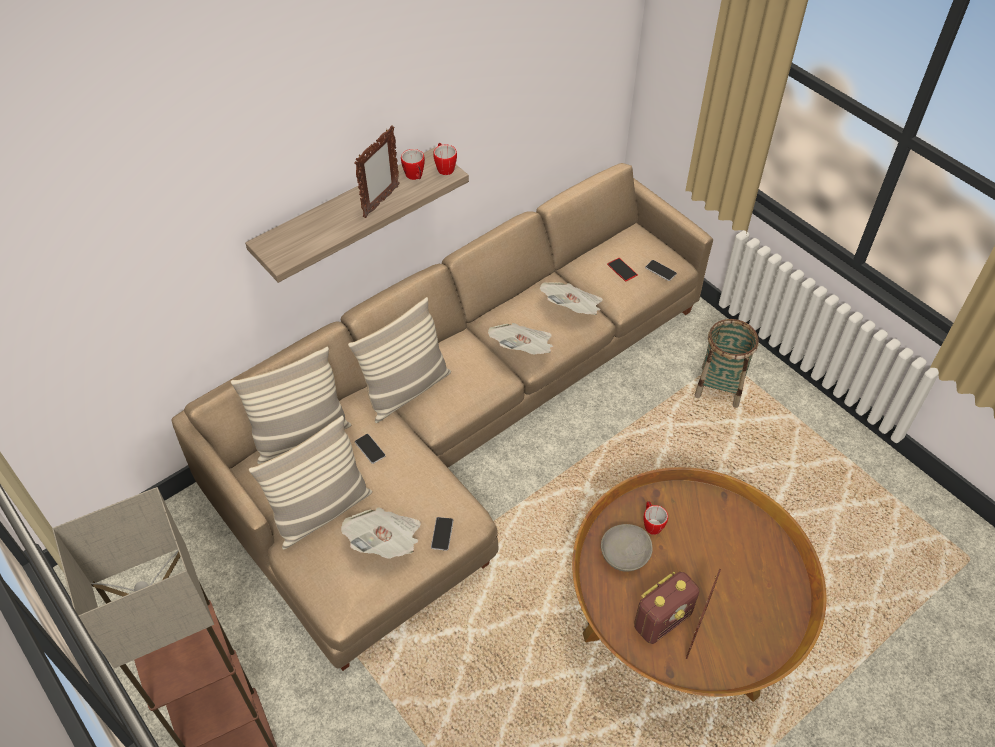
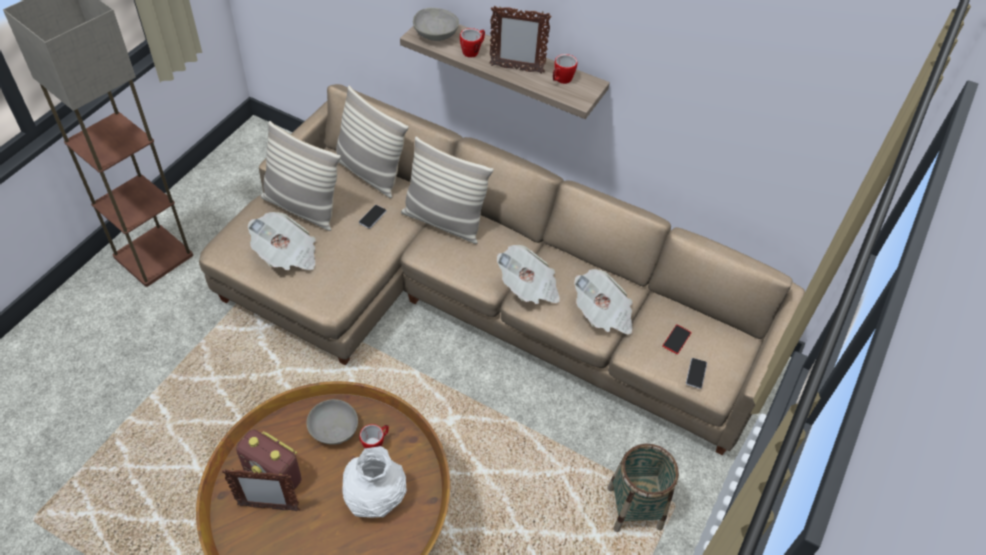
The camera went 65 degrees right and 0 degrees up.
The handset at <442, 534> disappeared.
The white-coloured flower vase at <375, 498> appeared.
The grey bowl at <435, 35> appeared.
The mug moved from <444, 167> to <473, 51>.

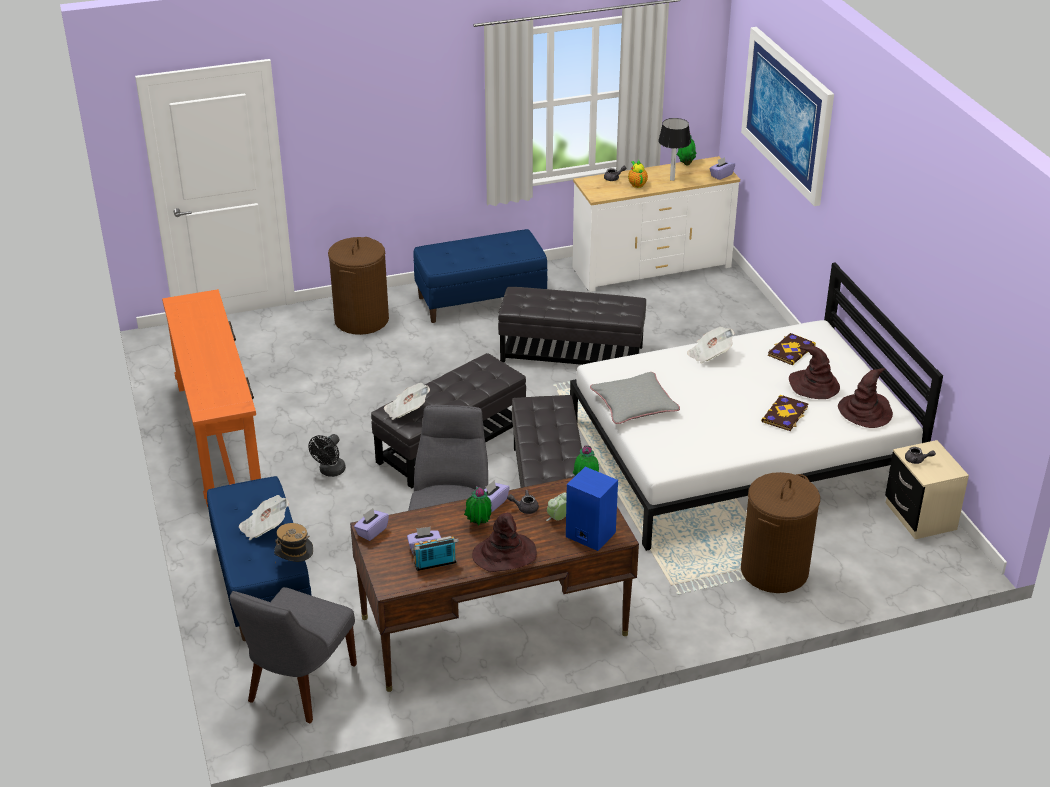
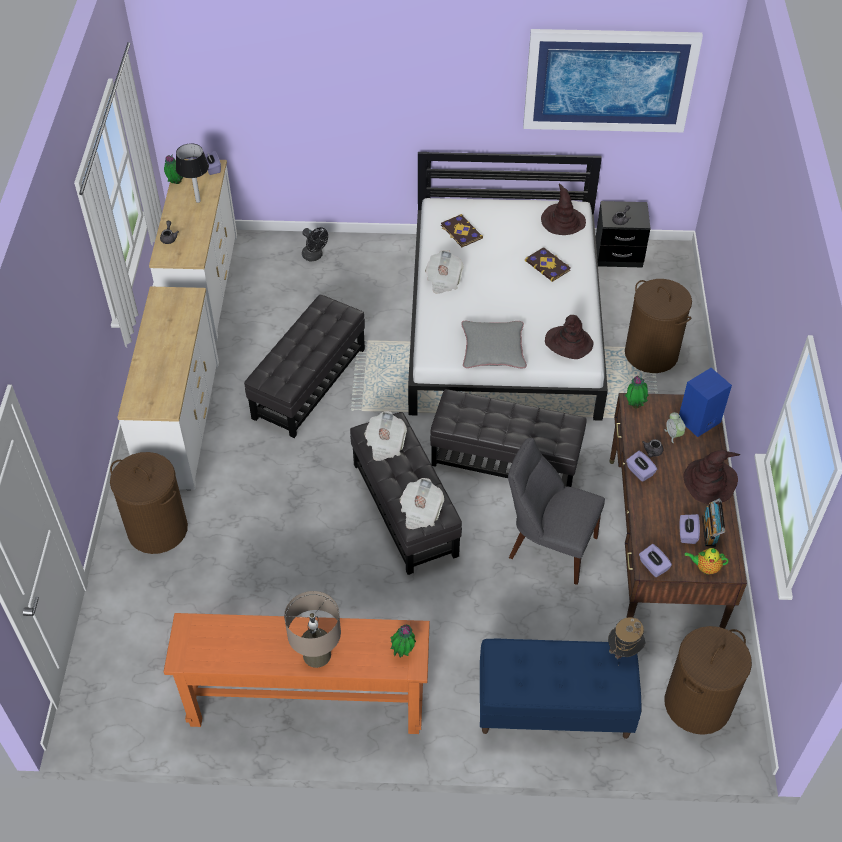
The camera went 70 degrees left and 15 degrees up.
The beige tabletop lamp at <317, 655> appeared.
The newspaper moved from <264, 528> to <385, 444>.
The blackish fan moved from <330, 472> to <314, 256>.
The houseplant moved from <478, 525> to <403, 652>.
The tea pot moved from <637, 184> to <705, 567>.
The wall picture moved from <787, 114> to <609, 80>.
The brown-coloured clothing hat moved from <814, 385> to <568, 343>.
The grey chair at <299, 686> was replaced by the brown-coloured washing basket at <697, 704>.
The blue long seat at <481, 300> was replaced by the white-coloured dresser at <180, 423>.
The beige night table at <920, 516> became the blackish night table at <618, 254>.

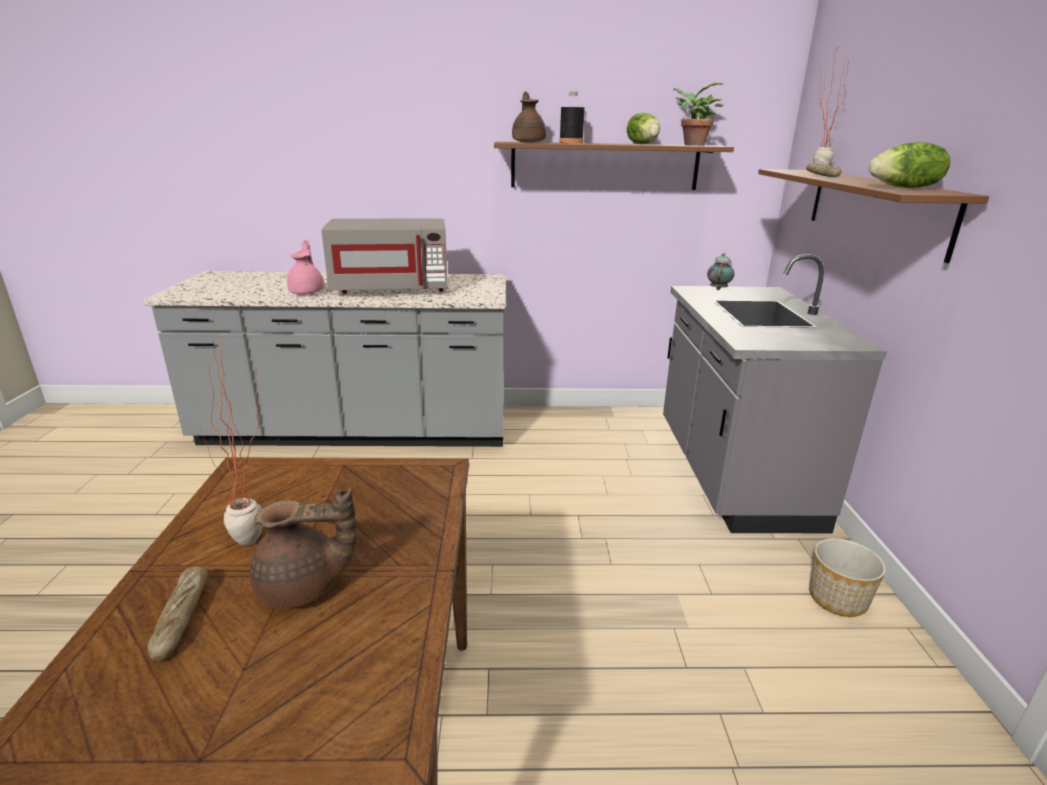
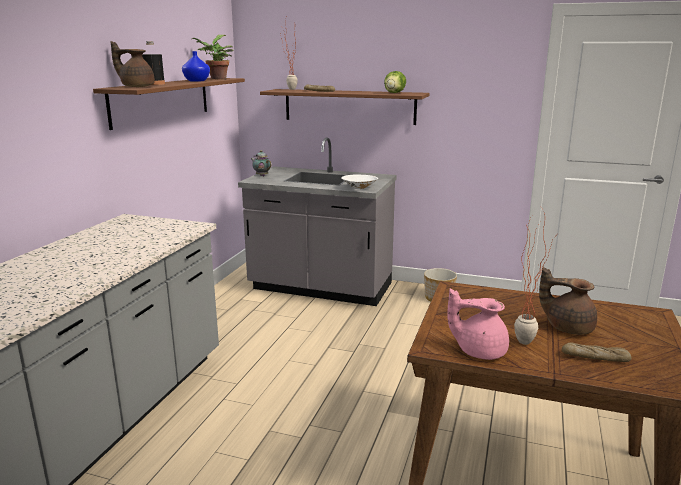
The camera went 70 degrees left and 5 degrees down.
The grey kitchen microwave at <391, 289> disappeared.
The white-coloured bowl at <359, 188> appeared.
The pink tea pot moved from <308, 292> to <479, 350>.
The lettuce at <643, 144> was replaced by the blue flower vase at <196, 81>.
The brown-coloured tea pot at <304, 588> turned 75 degrees counterclockwise.

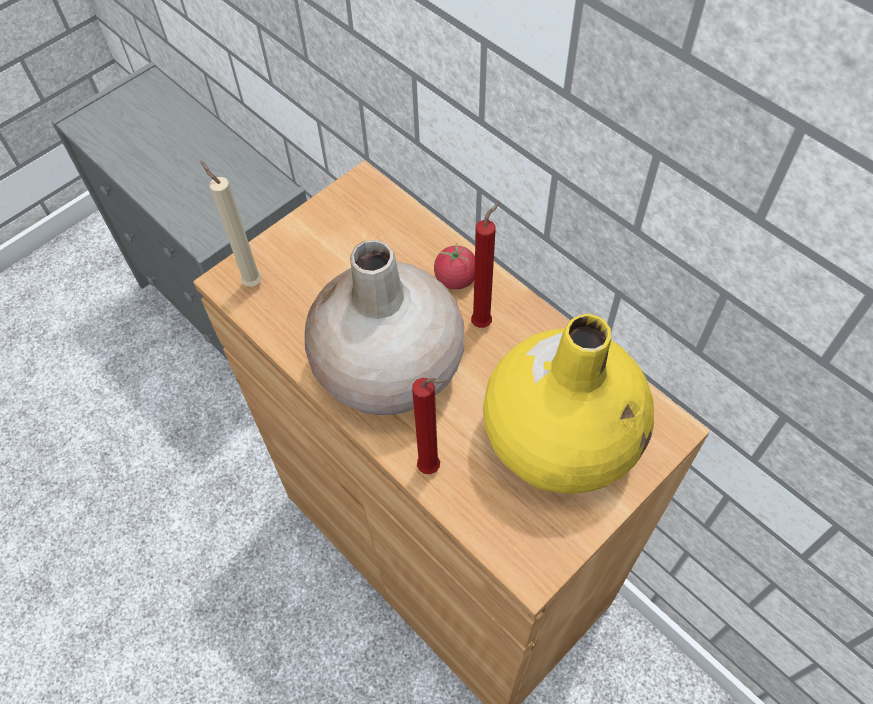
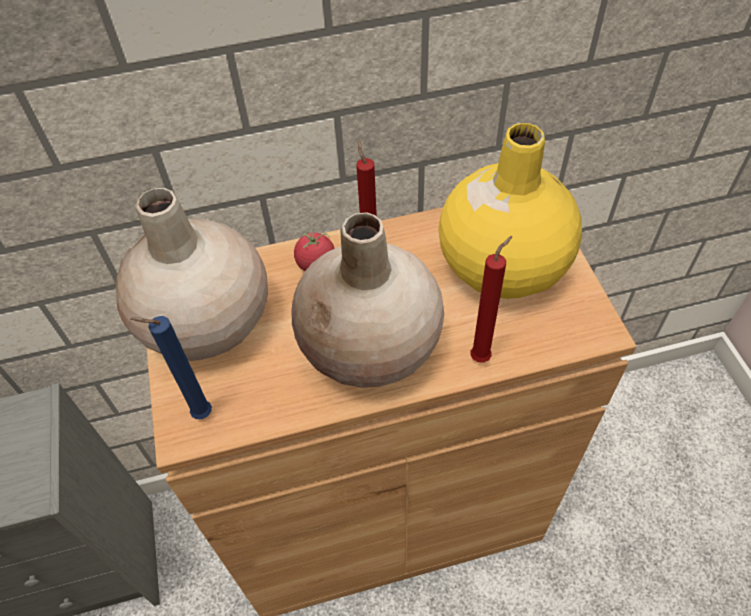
The camera went 60 degrees left and 5 degrees down.
The beige flower vase at <205, 322> appeared.
The beige candle at <251, 281> became the blue candle at <199, 415>.

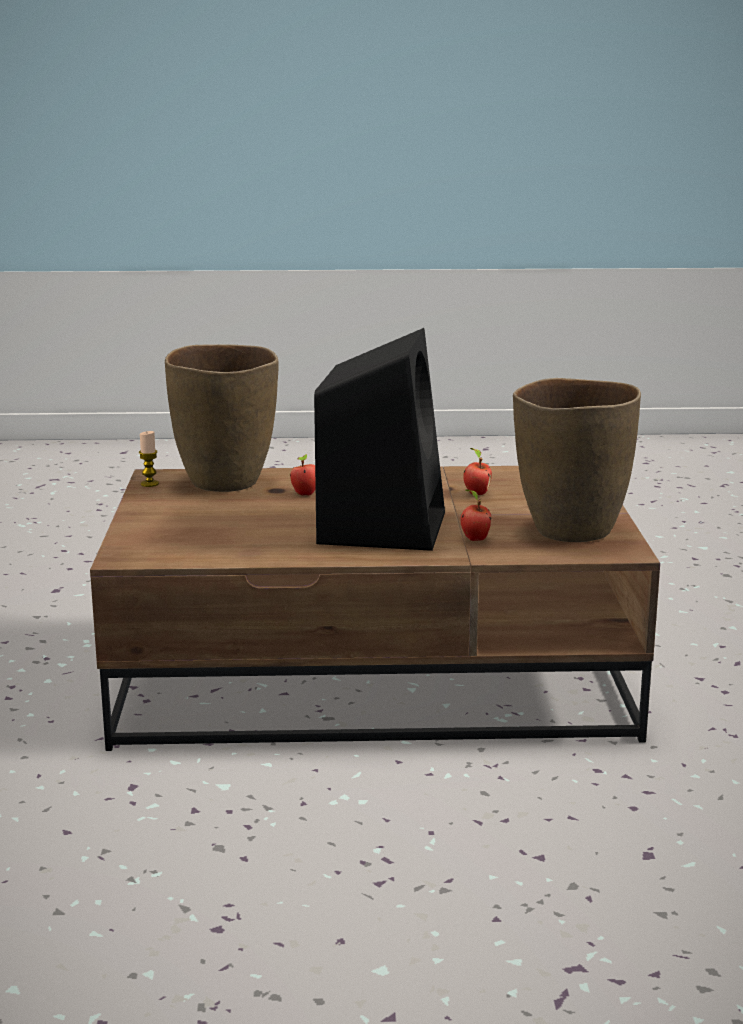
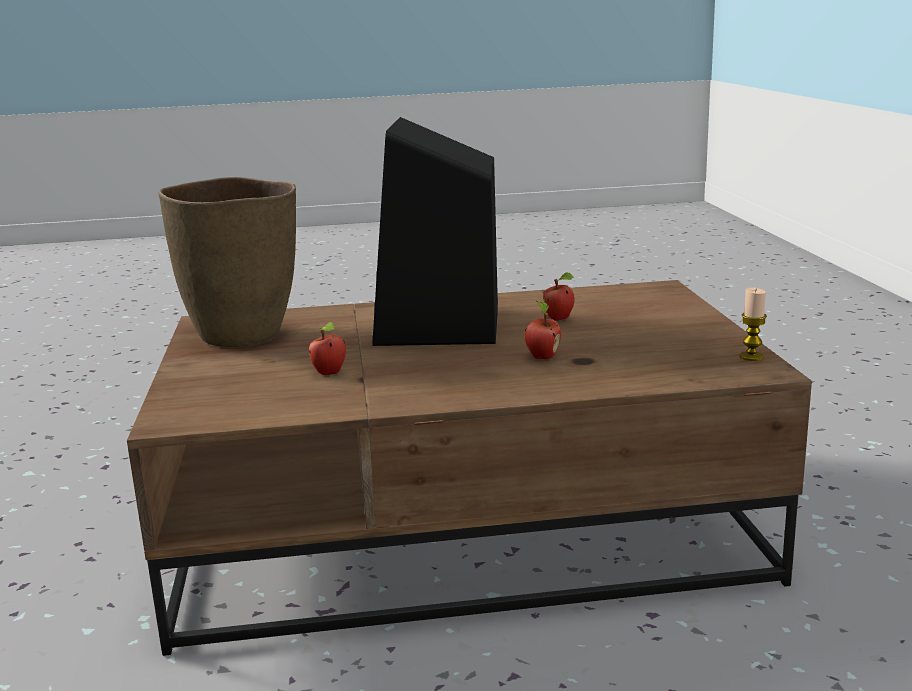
The camera went 175 degrees right and 0 degrees up.
The brown-coloured flower vase at <226, 482> disappeared.
The apple moved from <474, 539> to <560, 318>.

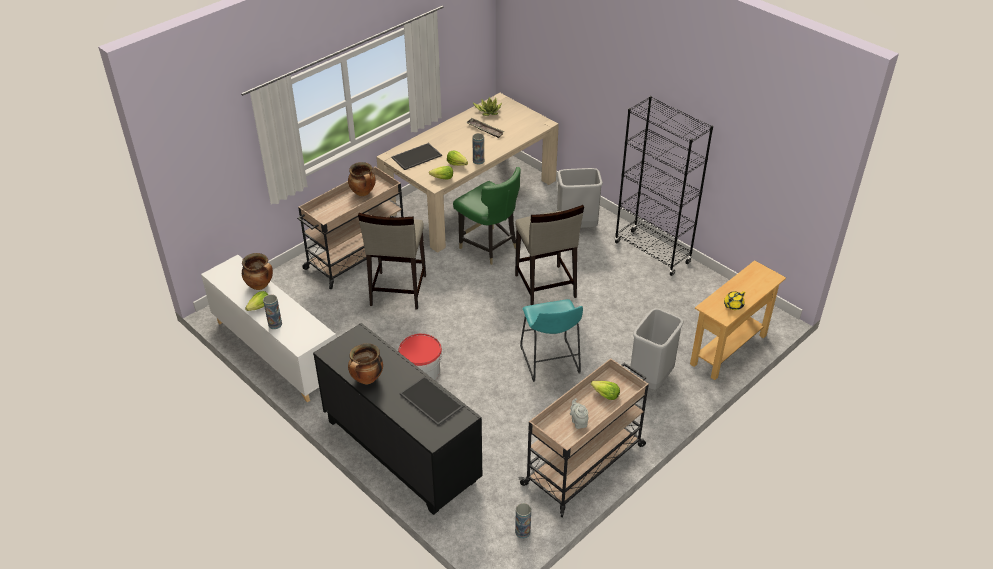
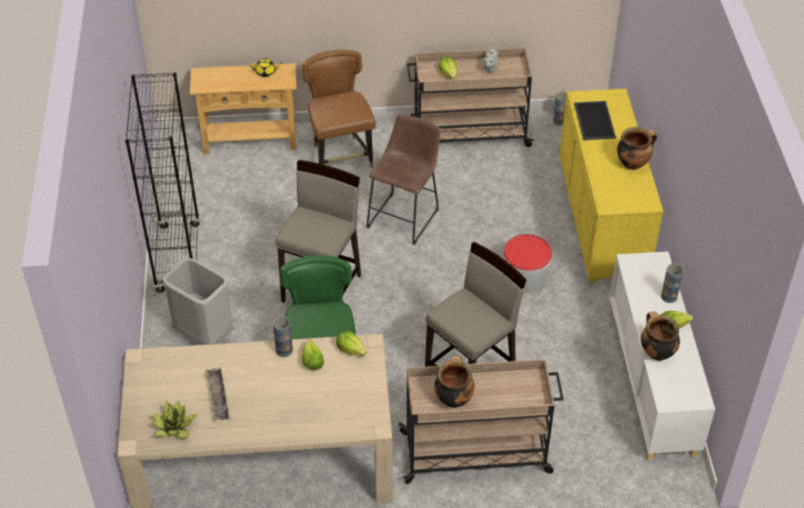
The camera went 140 degrees left and 5 degrees up.
The tray at <416, 156> disappeared.
The grey trash can at <651, 378> was replaced by the brown-coloured chair at <341, 157>.
The blackish dresser at <401, 450> became the yellow dresser at <601, 221>.
The turquoise sitting stool at <550, 363> became the brown-coloured sitting stool at <405, 216>.

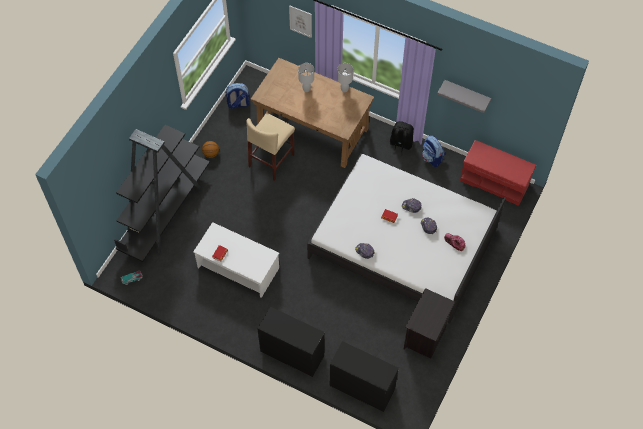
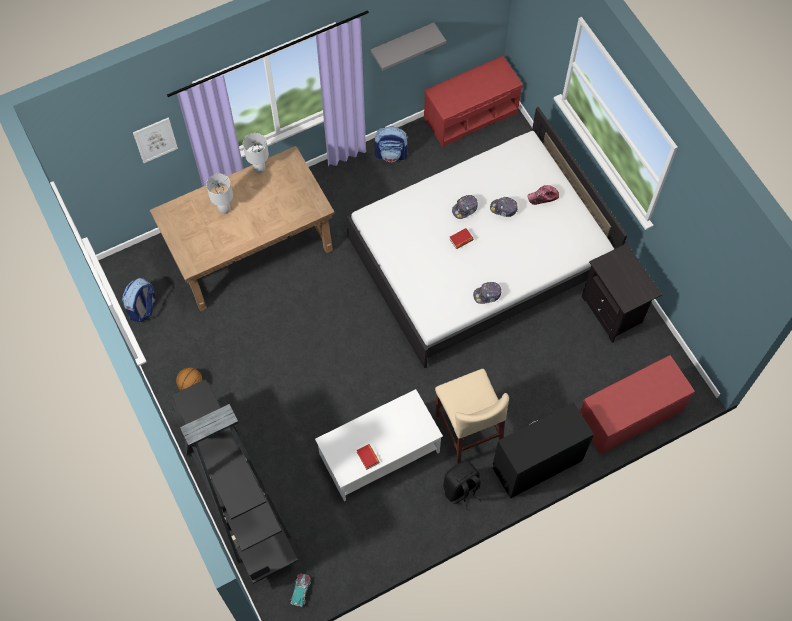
The camera went 55 degrees left and 5 degrees up.
The beige sitting stool moved from <271, 160> to <468, 430>.
The blackish rucksack moved from <400, 144> to <461, 489>.
The blackish dresser at <362, 386> was replaced by the red-coloured long seat at <629, 415>.

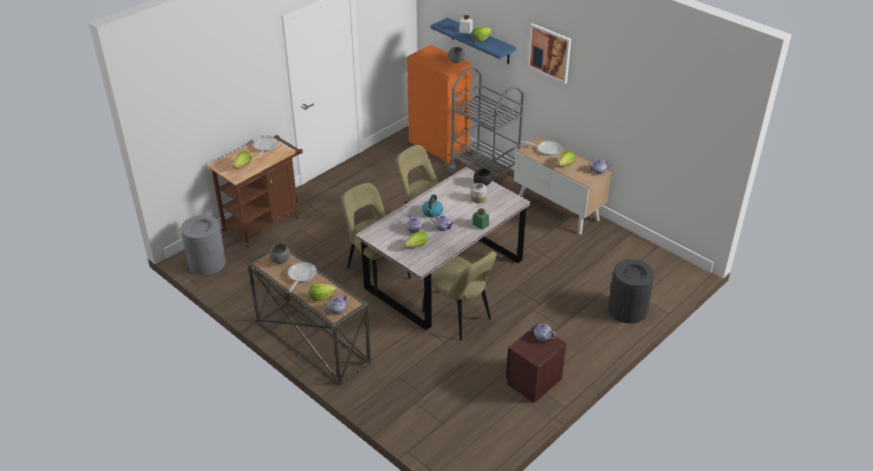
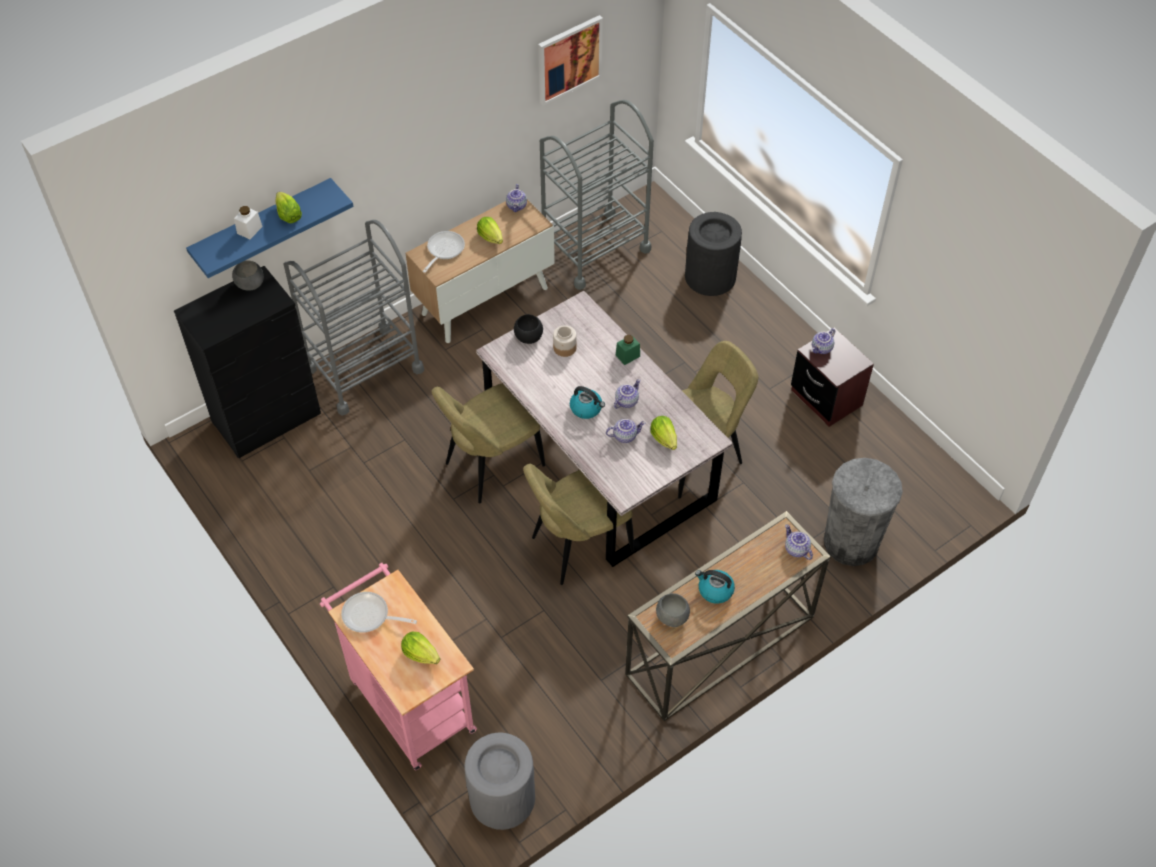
The camera went 80 degrees left and 15 degrees up.
The lettuce at <321, 297> disappeared.
The grey trolley at <594, 249> appeared.
The grey trash can at <851, 542> appeared.
The wall picture moved from <549, 52> to <569, 59>.
The pan at <301, 276> was replaced by the water kettle at <714, 590>.
The brown-coloured trolley at <265, 222> became the pink trolley at <408, 700>.
The orange dresser at <439, 146> became the blackish dresser at <267, 418>.

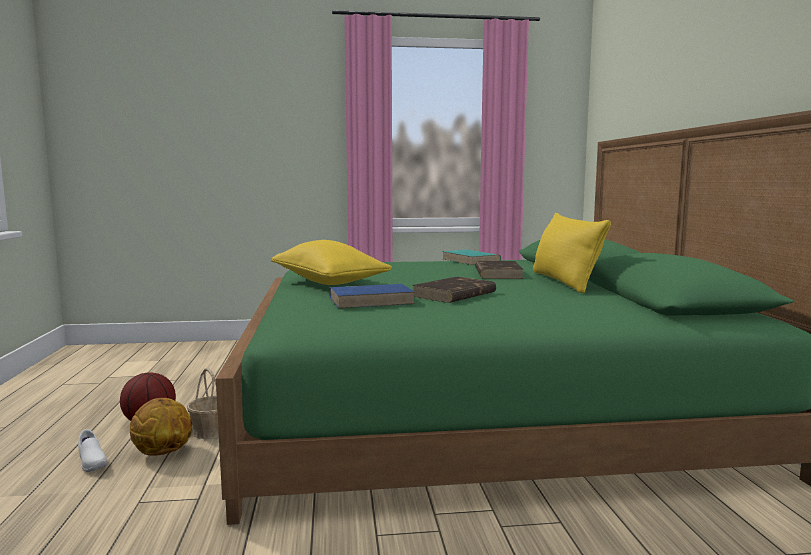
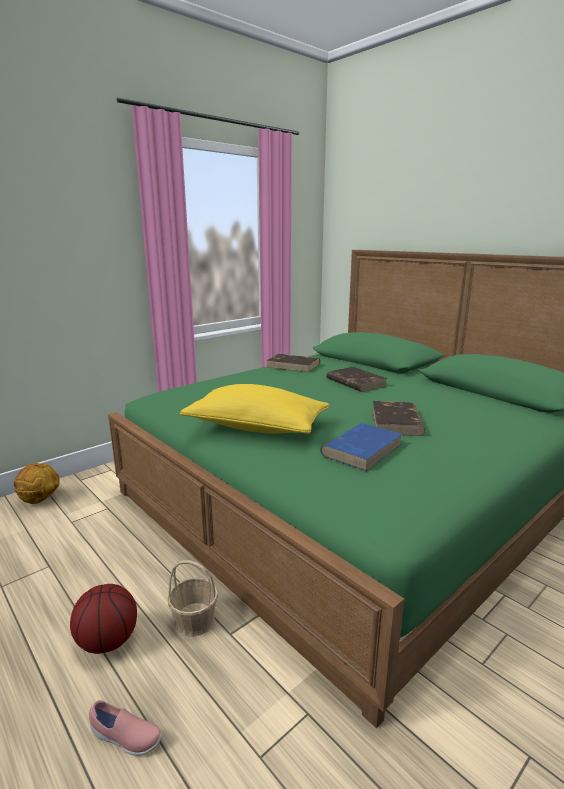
The camera went 35 degrees left and 10 degrees up.
The yellow pillow at <564, 281> disappeared.
The basketball ball moved from <162, 452> to <39, 500>.
The white-coloured item of footwear at <91, 463> became the pink item of footwear at <125, 738>.
The turquoise bound book at <471, 260> became the brown-coloured bound book at <294, 365>.

